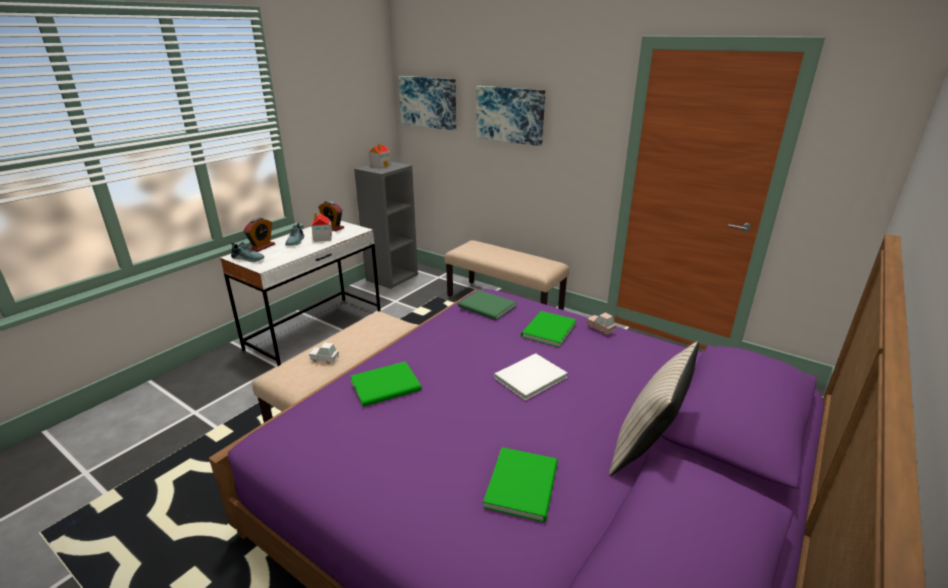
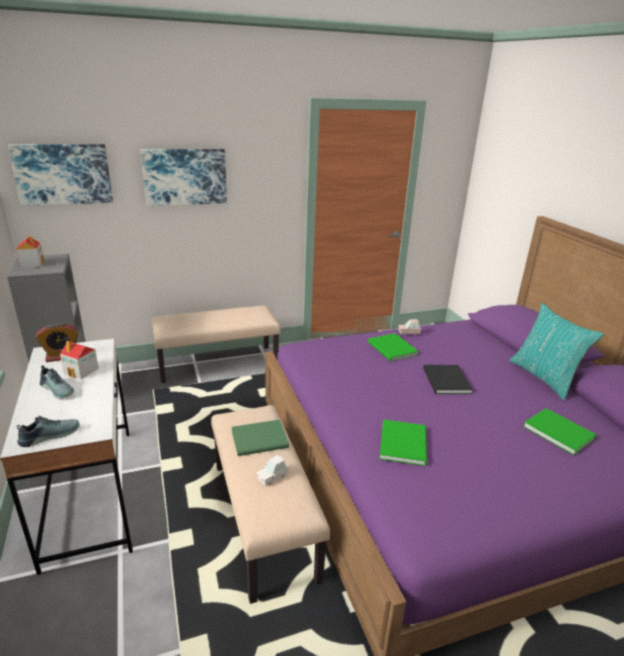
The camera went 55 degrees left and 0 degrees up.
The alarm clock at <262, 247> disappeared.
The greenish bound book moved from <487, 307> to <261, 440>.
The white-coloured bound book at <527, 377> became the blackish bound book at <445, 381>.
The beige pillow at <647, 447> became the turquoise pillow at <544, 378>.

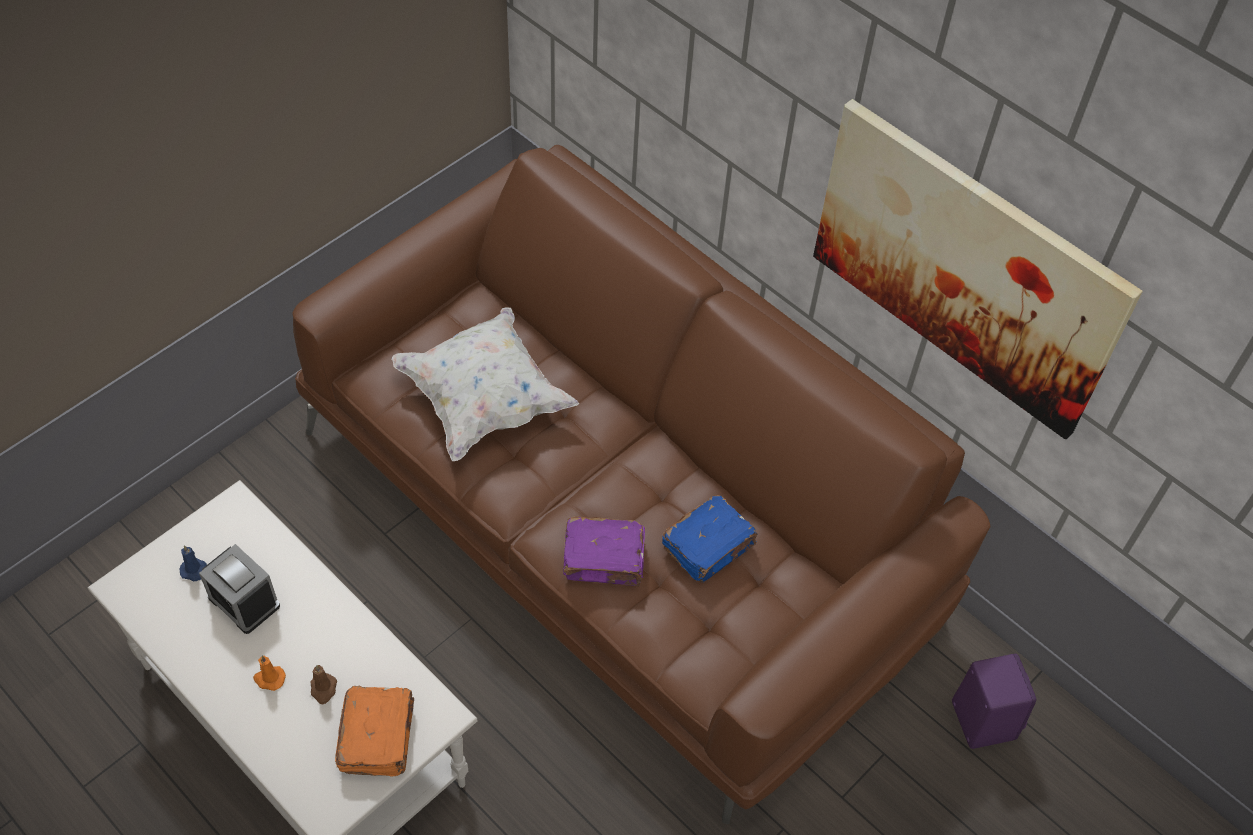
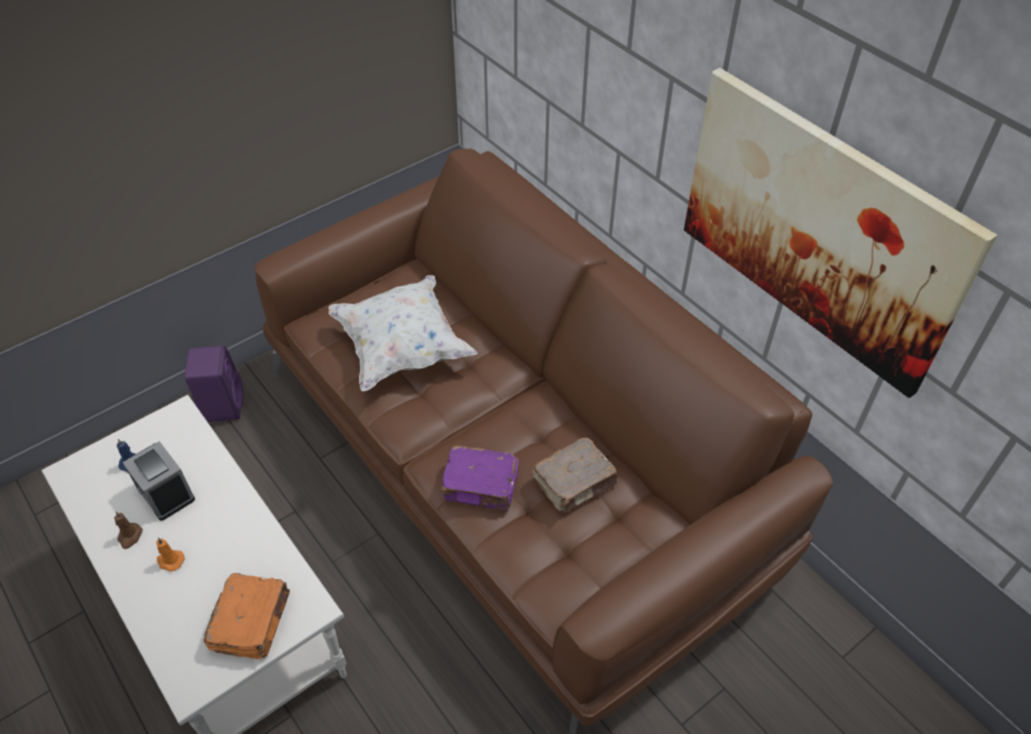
The camera went 10 degrees right and 5 degrees down.
The brown-coloured candle moved from <323, 689> to <130, 536>.
The purplish audio speaker moved from <981, 718> to <222, 404>.
The blue bound book at <709, 546> became the brown-coloured bound book at <575, 482>.

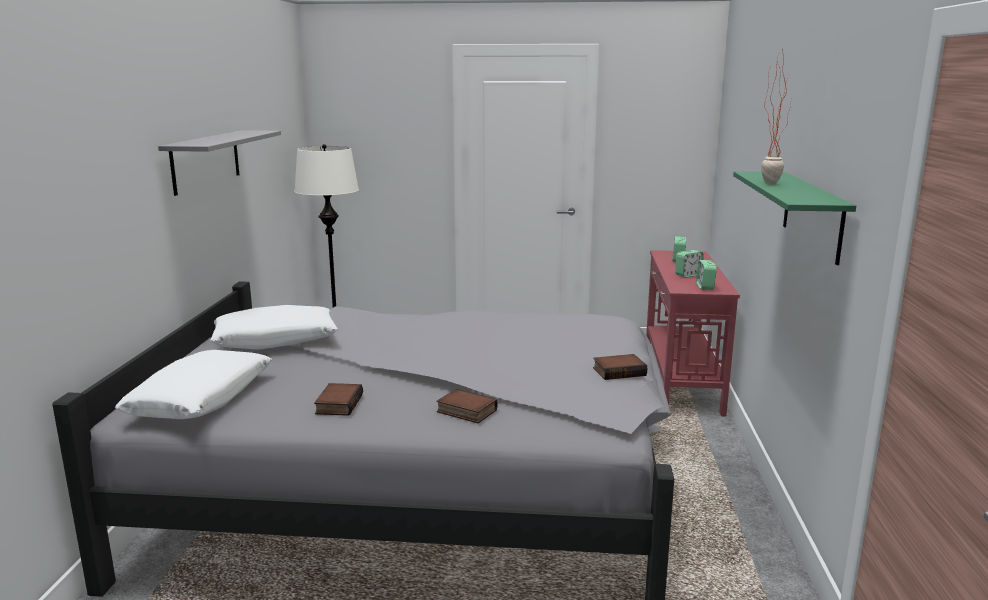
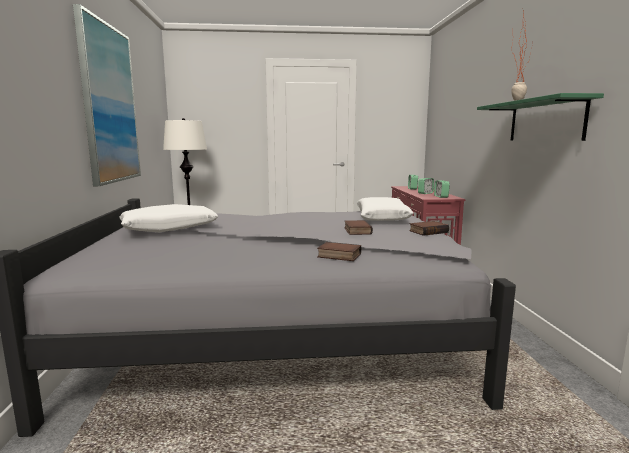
The camera went 10 degrees left and 5 degrees down.
The white-coloured pillow moved from <201, 398> to <382, 217>.
The bound book moved from <338, 404> to <356, 231>.
The grey shelf at <206, 161> was replaced by the wall picture at <109, 104>.

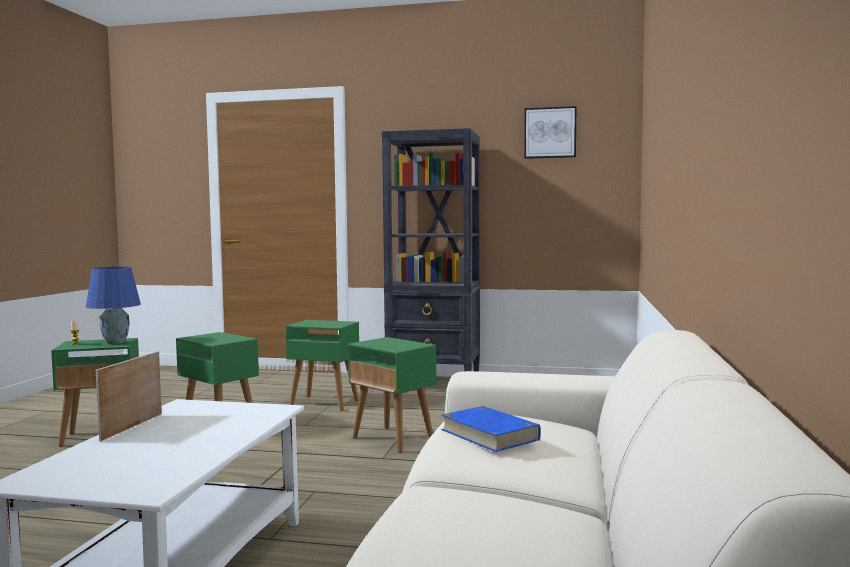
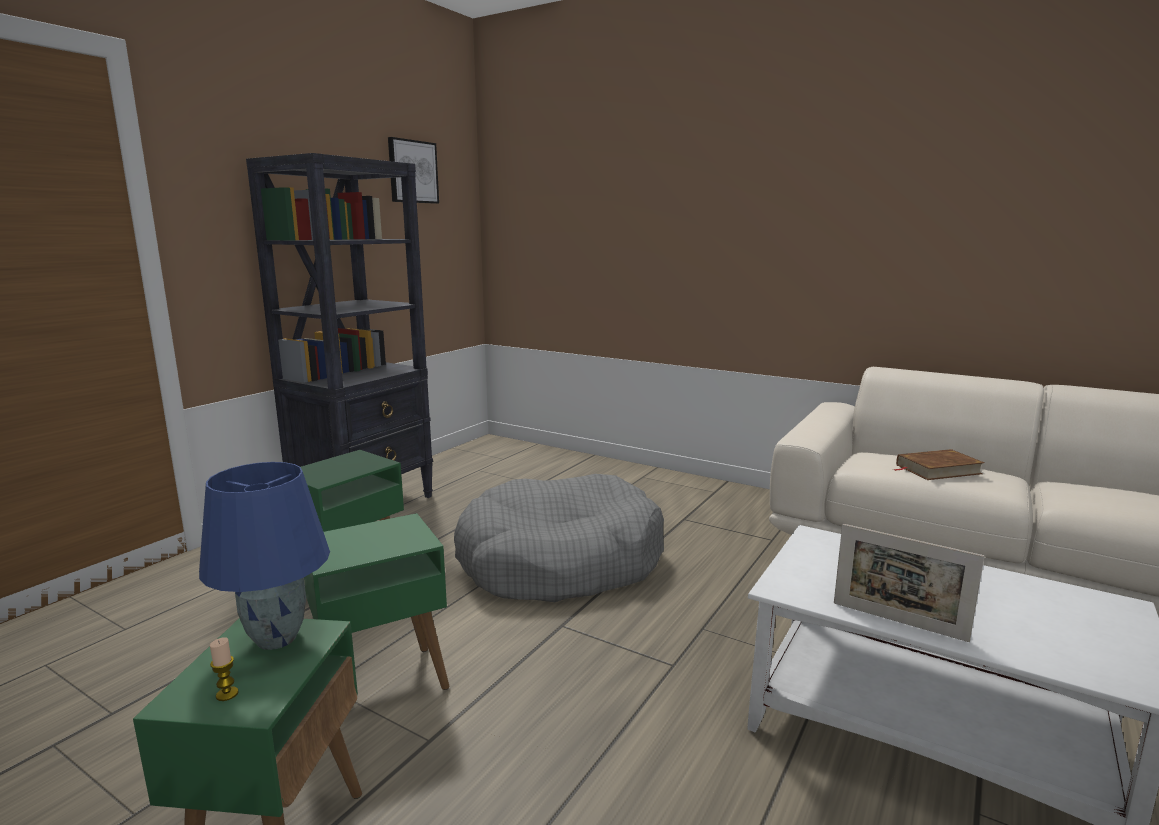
The camera went 70 degrees left and 10 degrees up.
The greenish accent table at <393, 439> was replaced by the grey pet bed at <559, 561>.
The blue bound book at <489, 434> became the brown-coloured bound book at <937, 469>.

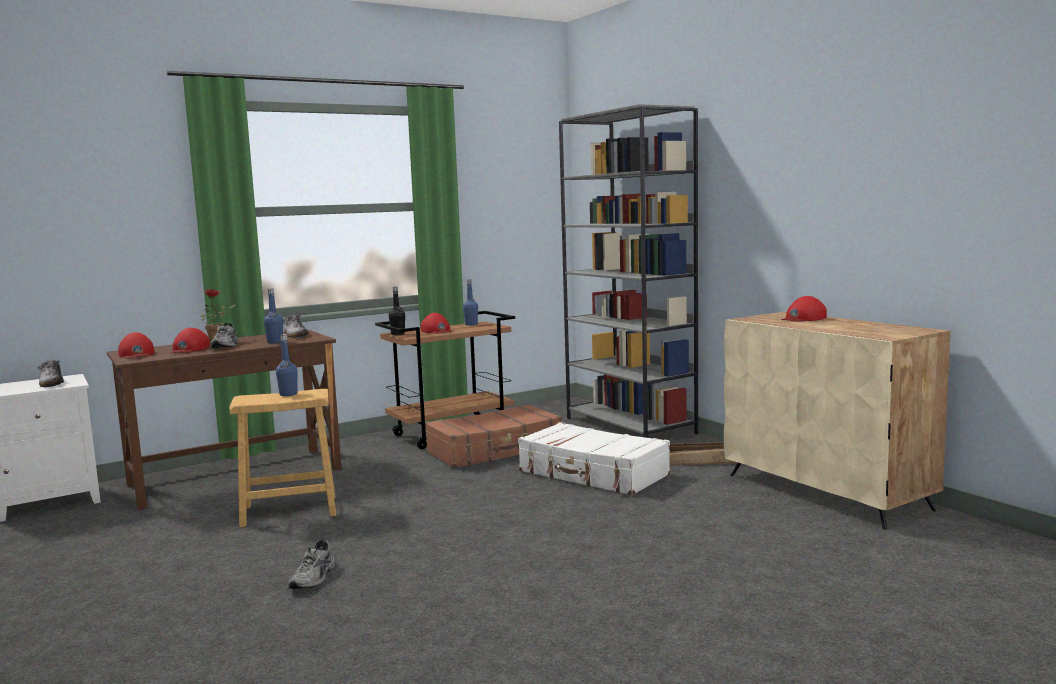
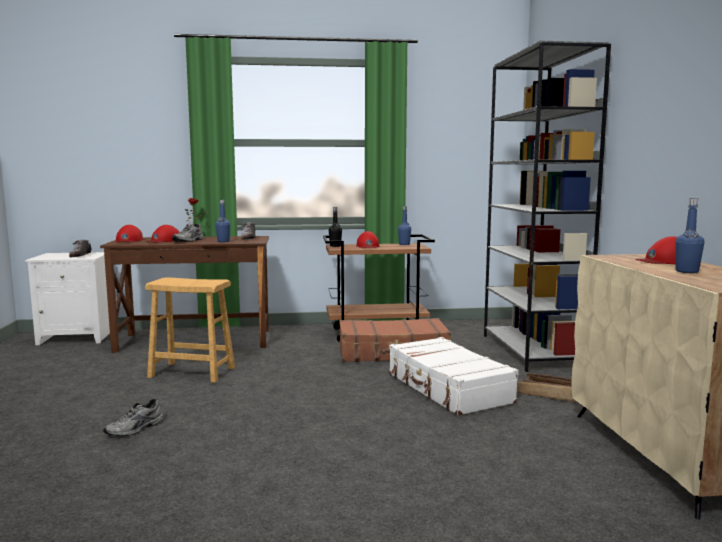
The camera went 25 degrees right and 0 degrees up.
The blue bottle moved from <288, 394> to <687, 271>.

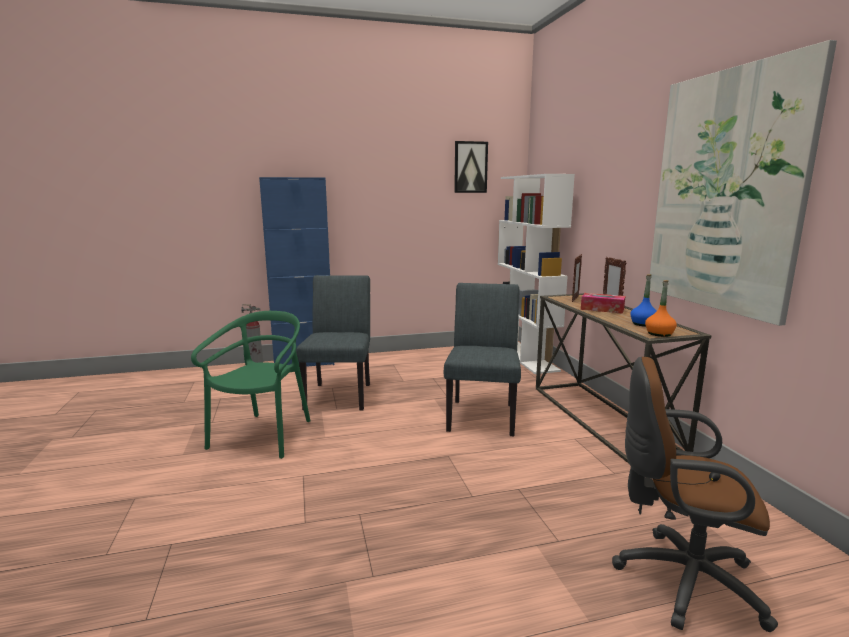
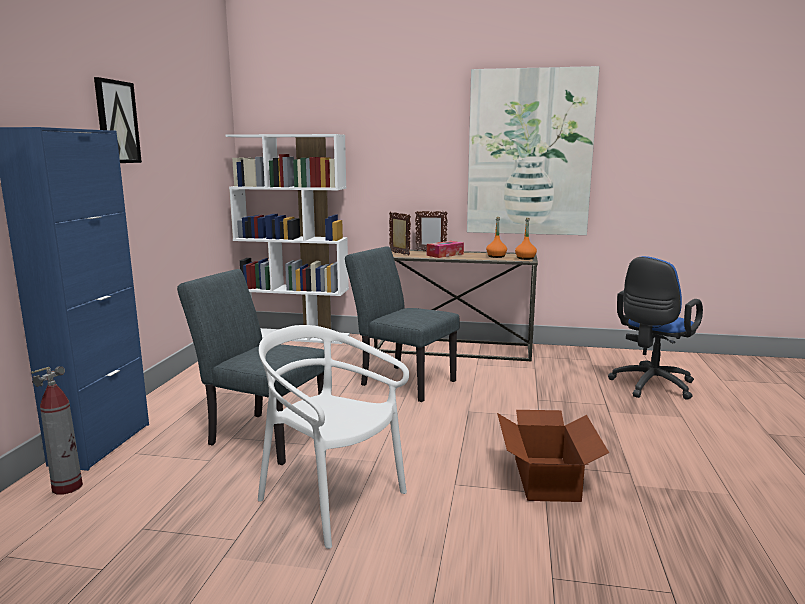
The camera went 65 degrees left and 0 degrees up.
The cardboard box at <547, 478> appeared.
The wall picture moved from <470, 167> to <116, 122>.
The greenish chair at <263, 436> became the white-coloured chair at <331, 500>.
The brown-coloured desk chair at <680, 579> became the blue desk chair at <650, 386>.
The blue bottle at <643, 324> became the orange bottle at <496, 256>.

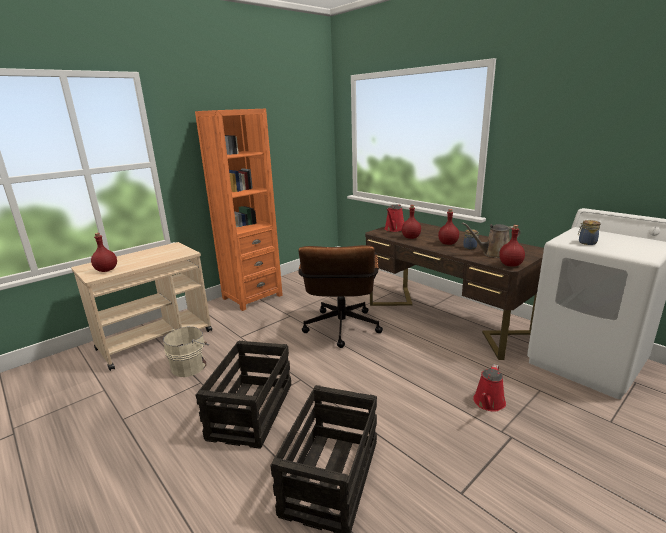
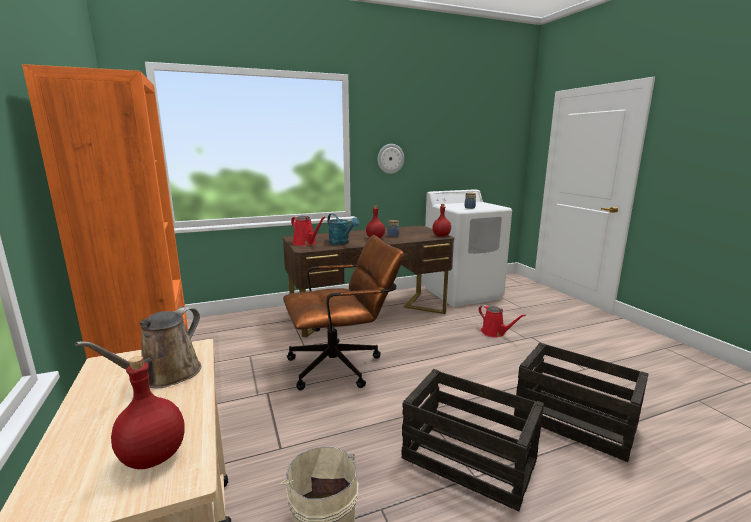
The camera went 70 degrees left and 5 degrees down.
The wall clock at <390, 158> appeared.
The brown-coloured watering pot moved from <494, 254> to <165, 376>.
The red-coloured bottle at <411, 237> was replaced by the turquoise watering pot at <341, 243>.
The brown-coloured desk chair at <341, 331> turned 45 degrees counterclockwise.

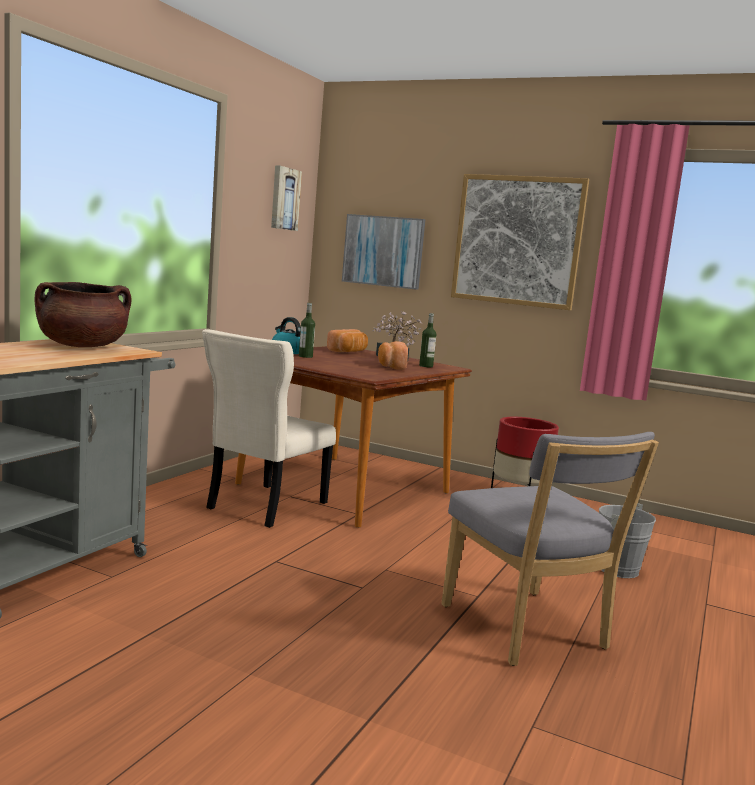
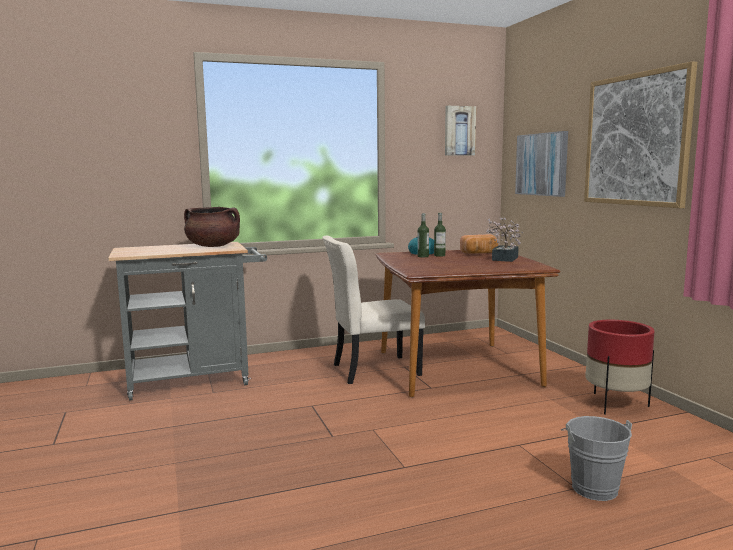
The camera went 45 degrees right and 0 degrees up.
The baked bread at <391, 366> disappeared.
The grey chair at <527, 631> disappeared.
The bottle moved from <426, 366> to <439, 255>.

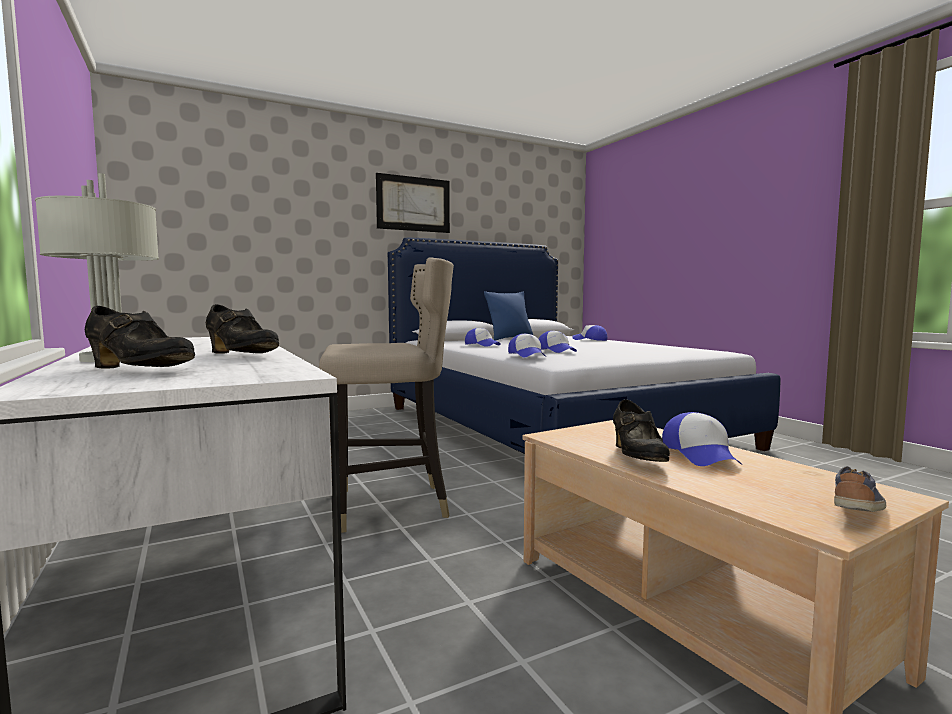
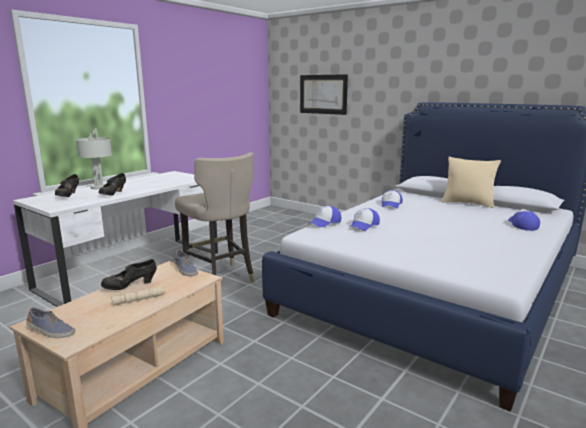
The camera went 65 degrees right and 10 degrees up.
The item of footwear at <185, 270> appeared.
The wall picture moved from <413, 204> to <323, 94>.
The baseball cap at <700, 455> was replaced by the beige torch at <139, 300>.
The blue pillow at <510, 339> became the beige pillow at <467, 203>.

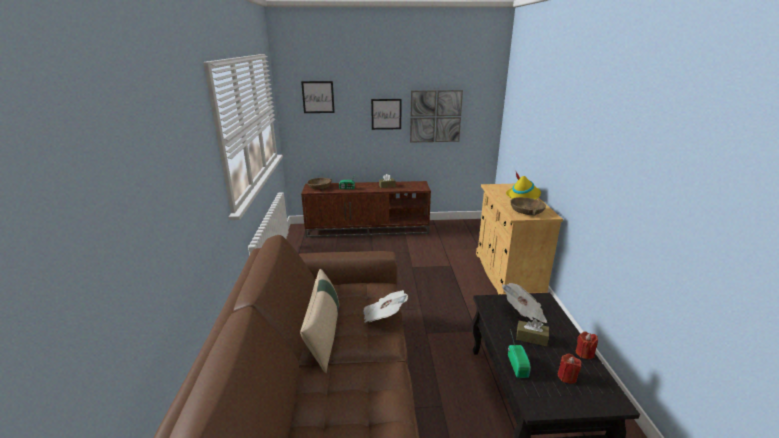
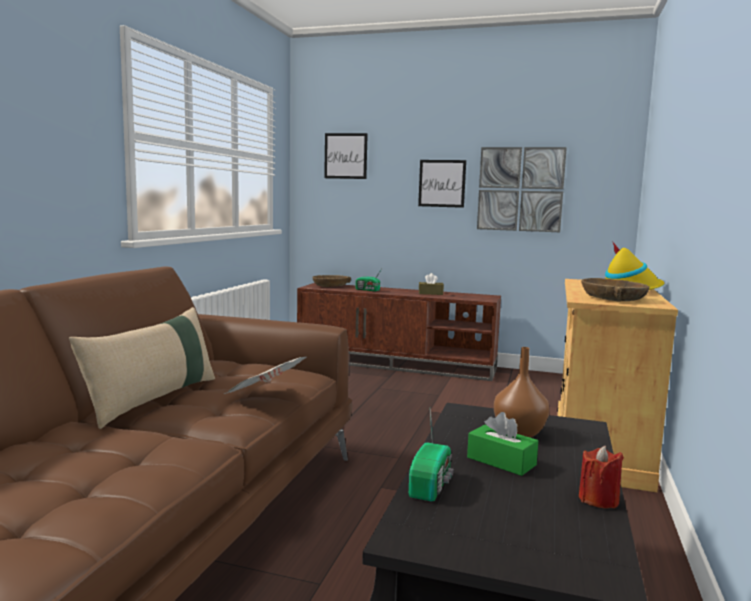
The camera went 20 degrees right and 15 degrees down.
The red-coloured candle at <567, 377> disappeared.
The newspaper at <523, 313> was replaced by the brown-coloured flower vase at <520, 433>.
The brown-coloured box of tissues at <531, 338> became the greenish box of tissues at <501, 461>.

